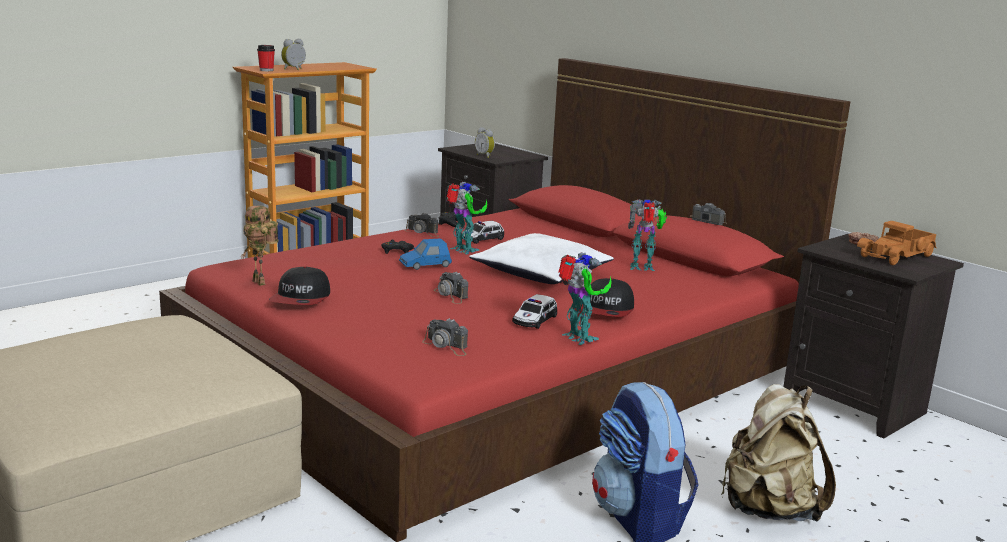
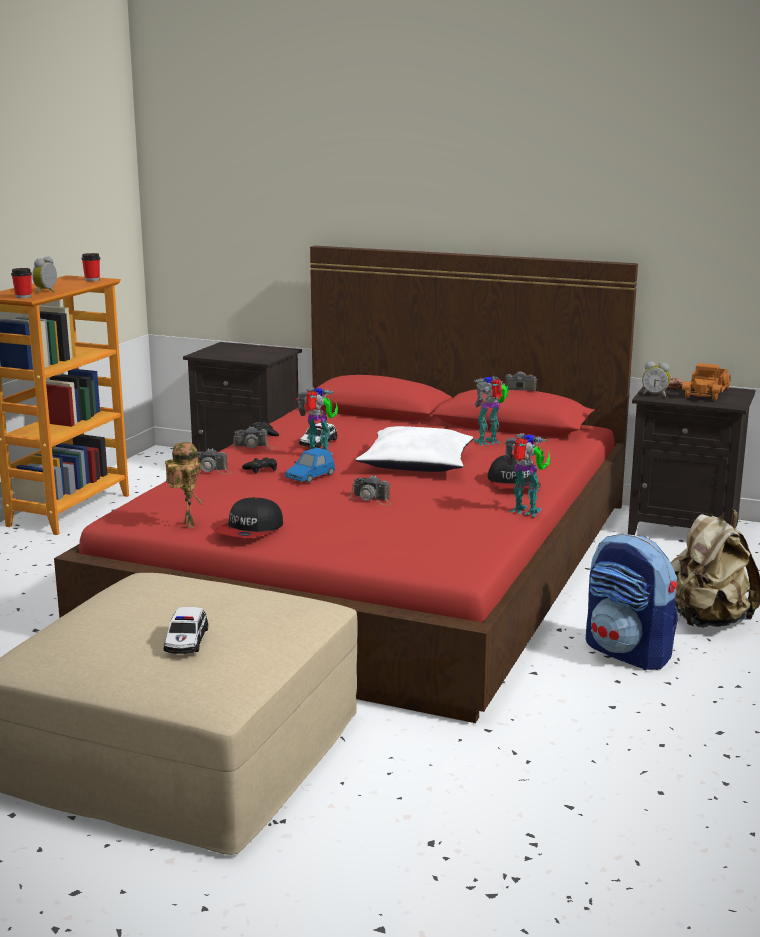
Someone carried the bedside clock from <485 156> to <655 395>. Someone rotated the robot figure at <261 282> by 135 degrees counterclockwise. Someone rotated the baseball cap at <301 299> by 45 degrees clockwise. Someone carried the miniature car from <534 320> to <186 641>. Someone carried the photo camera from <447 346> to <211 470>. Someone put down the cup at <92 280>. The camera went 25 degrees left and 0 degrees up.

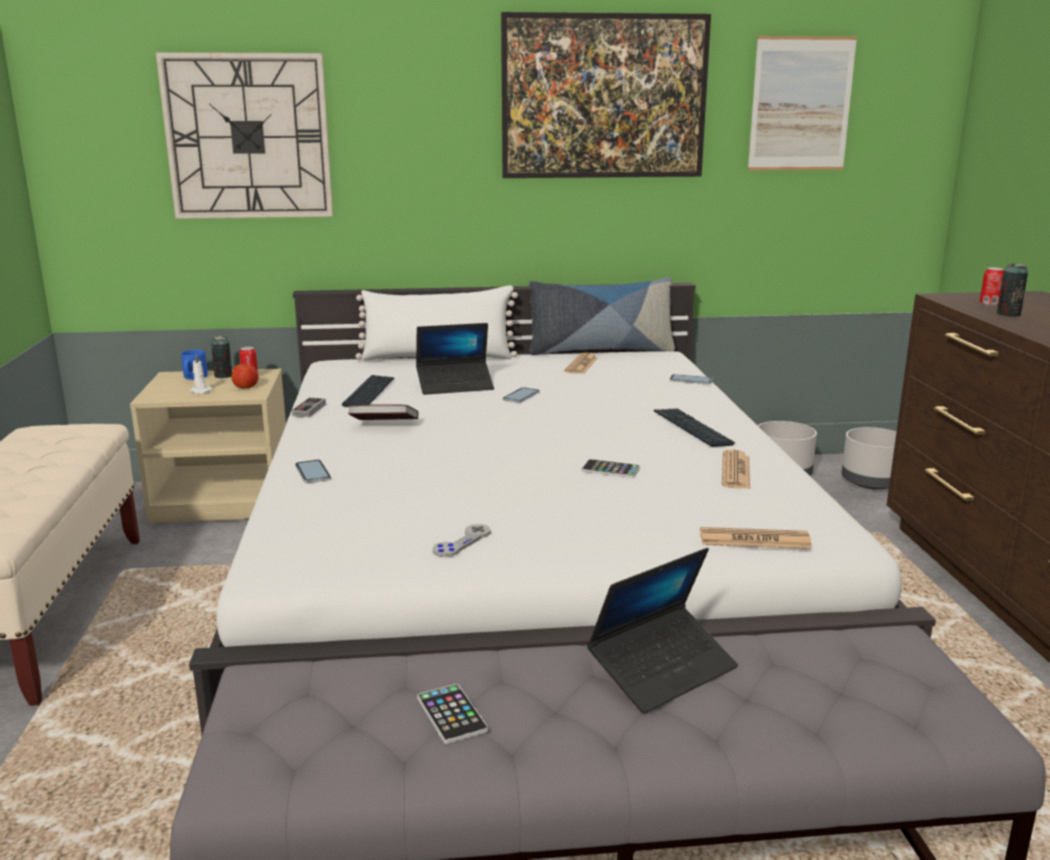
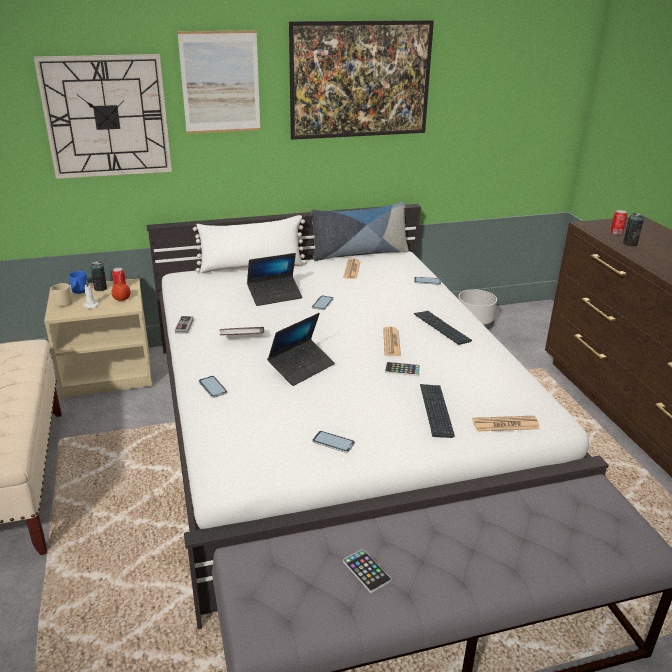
Someone carried the wall art from <801 104> to <220 82>. Someone carried the PC keyboard from <369 393> to <436 411>. Someone took away the greyish flower pot at <872 482>. Someone carried the printed paper from <735 471> to <391 342>. Someone swapped the greyish joypad at <462 542> for the phone at <333 442>. Someone carried the laptop from <662 670> to <301 367>. Someone put down the beige-coloured mug at <63 302>. The camera went 10 degrees left and 10 degrees up.

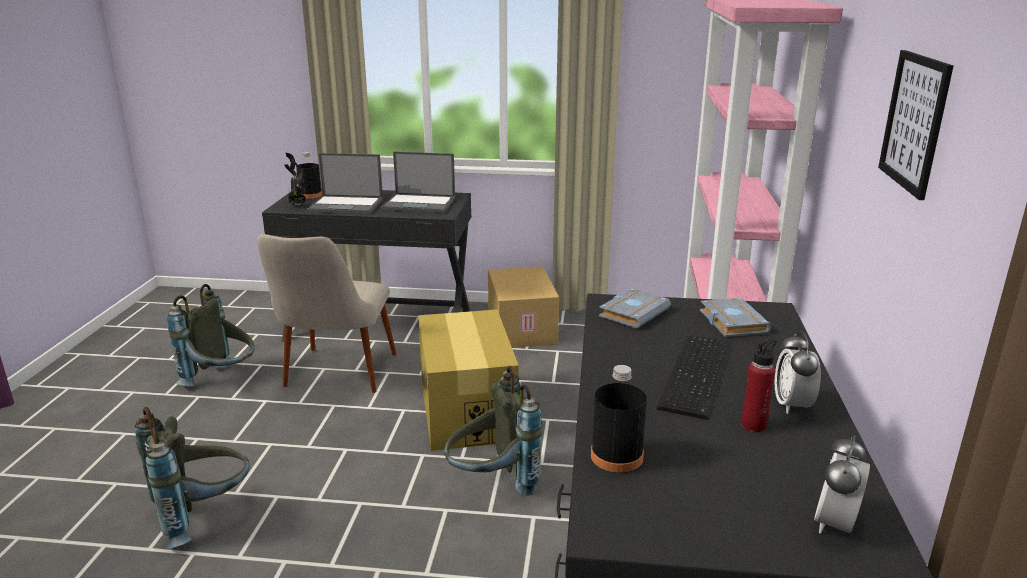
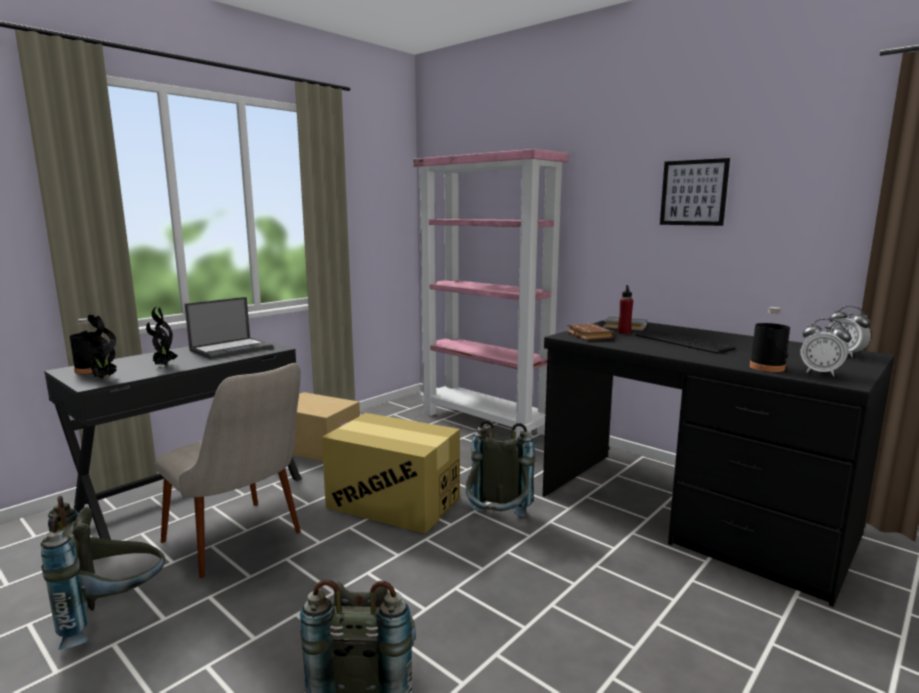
Someone swapped the laptop at <347 205> for the plant in a pot at <163 365>. Someone repainted the greyish volume at <633 312>, which became the brownish volume at <587 335>. Someone carried the bedside clock from <792 405> to <821 373>. Someone carried the reddish beverage bottle from <753 425> to <624 332>. The camera went 55 degrees left and 10 degrees down.

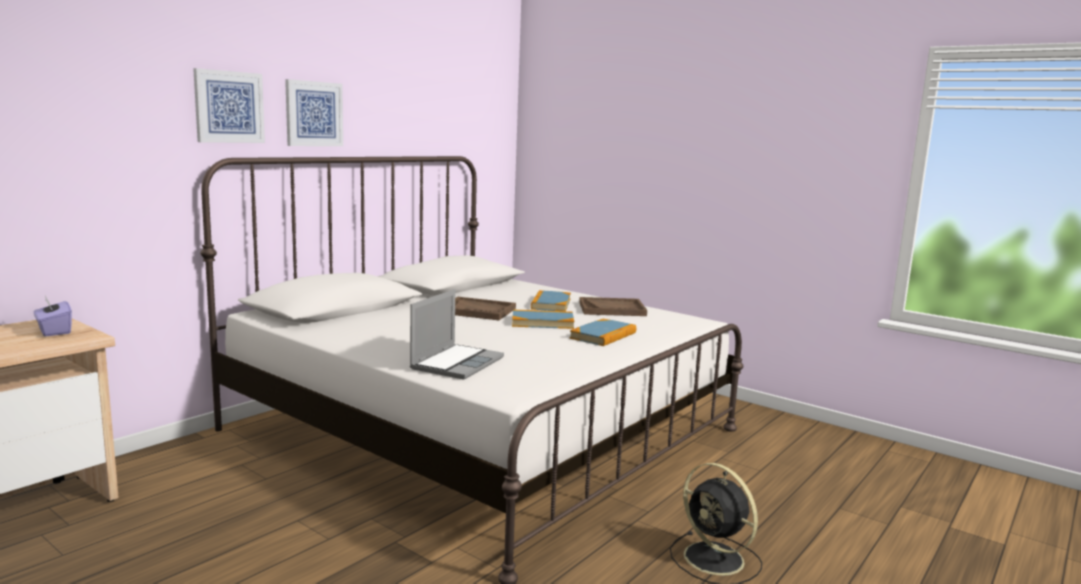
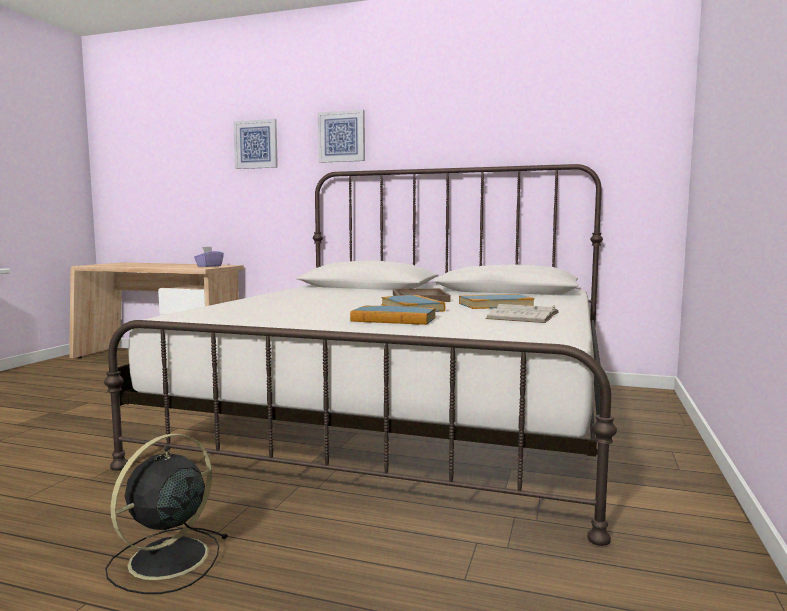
Someone carried the wall art from <314 114> to <256 144>. Someone took away the laptop at <457 363>. Someone swapped the brownish carrying tray at <612 309> for the whitish volume at <523 315>. The camera went 70 degrees right and 5 degrees down.

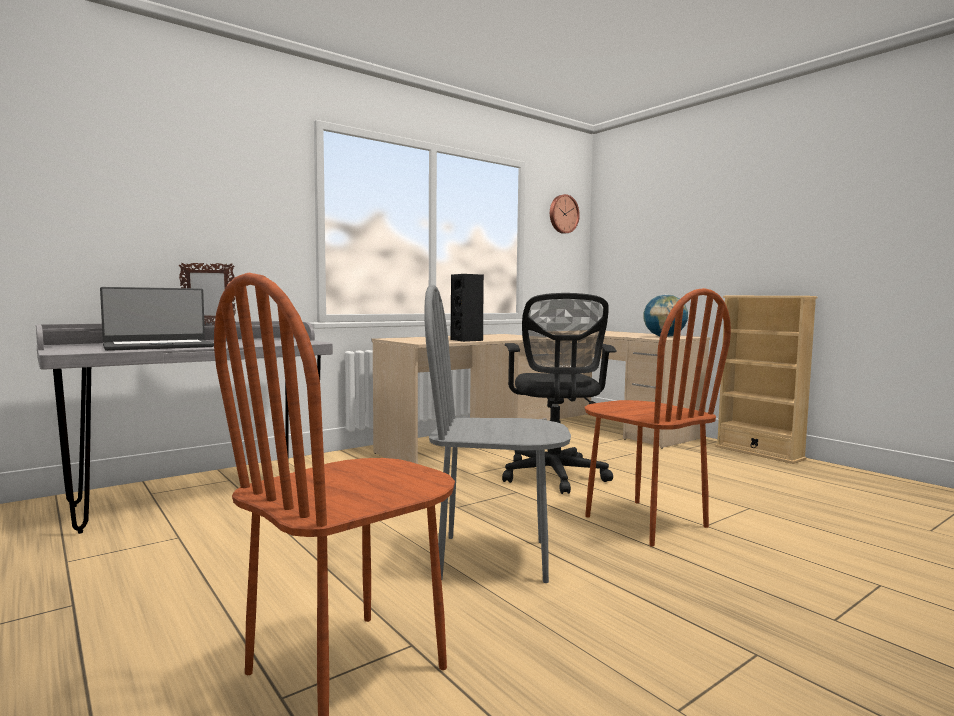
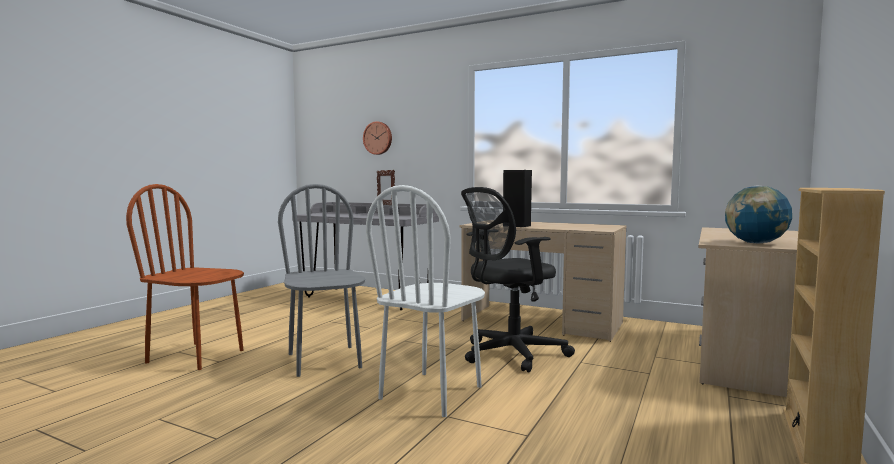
Someone carried the hanging clock from <563 214> to <378 138>. Someone took away the laptop at <158 346>. Someone repainted the brownish upright chair at <644 522>, which became the whitish upright chair at <432 393>. The camera went 65 degrees right and 0 degrees up.

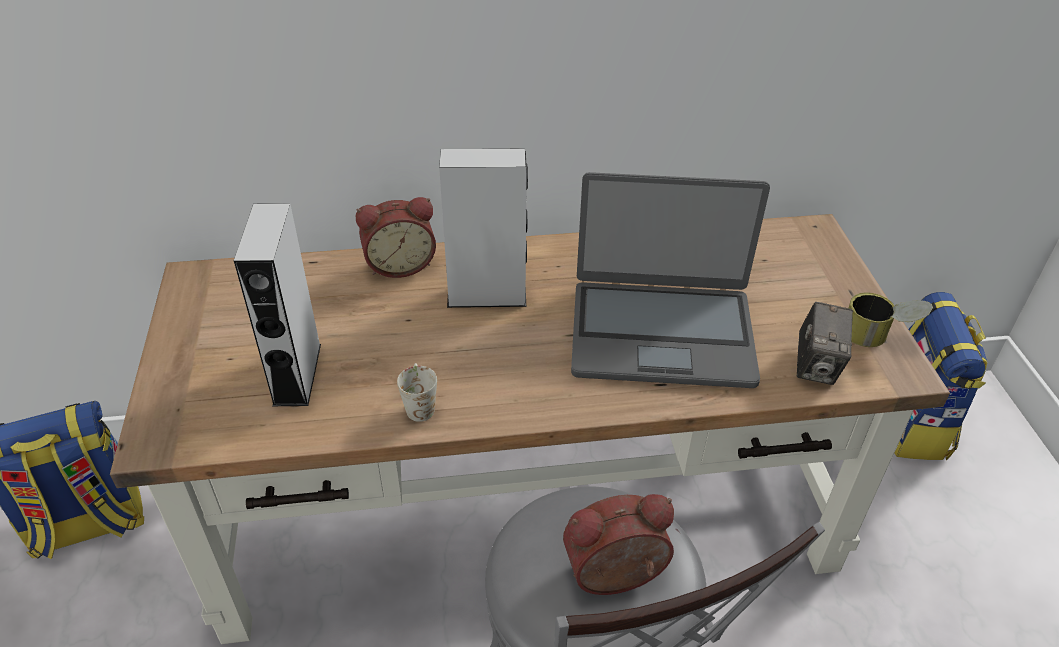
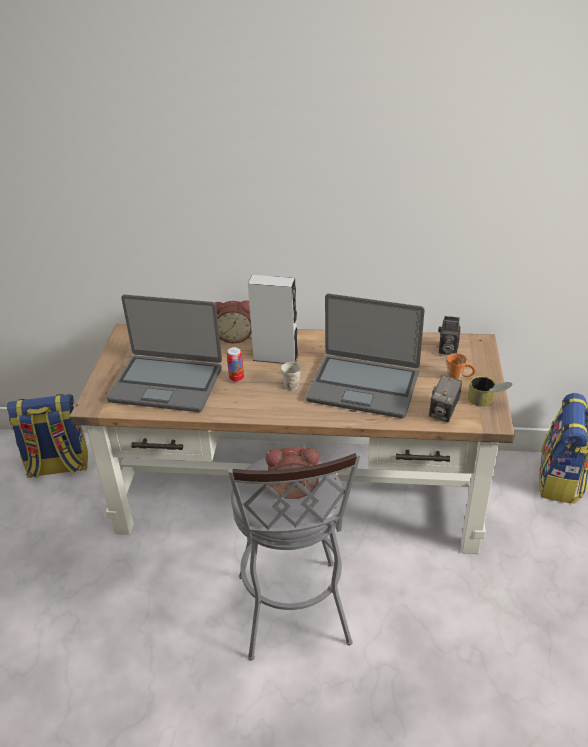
Someone swapped the greyish loudspeaker at <297 374> for the laptop at <167 383>. Someone carried the whitish mug from <419 404> to <291 383>. Someone put down the photo camera at <446 350>. Someone put down the sealed can at <236 378>. Someone put down the orange-coloured mug at <459 378>. The camera went 15 degrees right and 5 degrees down.

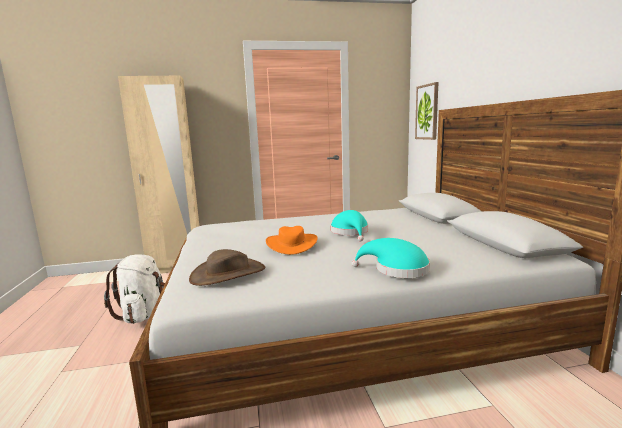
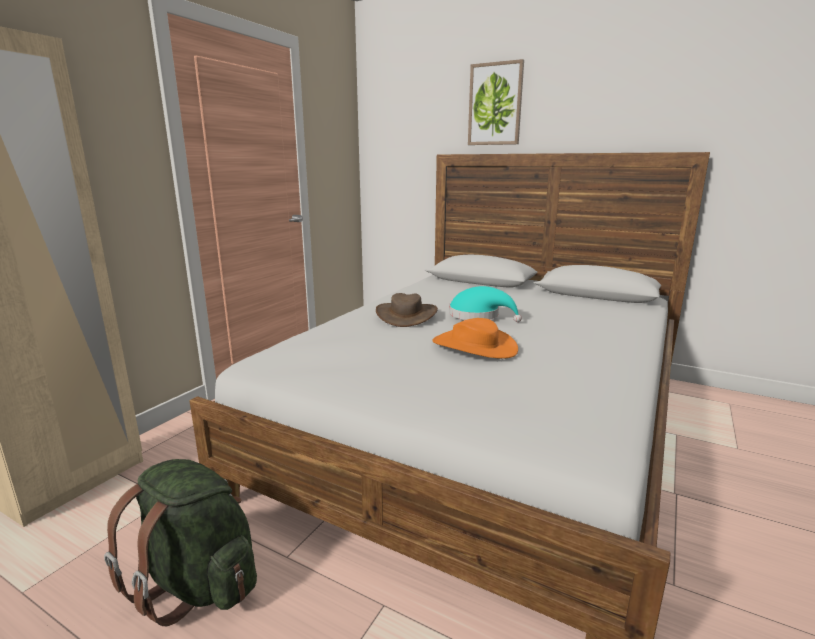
Someone carried the wall art from <427 112> to <495 104>. Someone took away the blue-green hat at <397 269>. Someone carried the brownish hat from <228 274> to <407 315>. Someone repainted the whitish rucksack at <143 314>, which became the greenish rucksack at <198 583>. The camera went 50 degrees left and 5 degrees up.

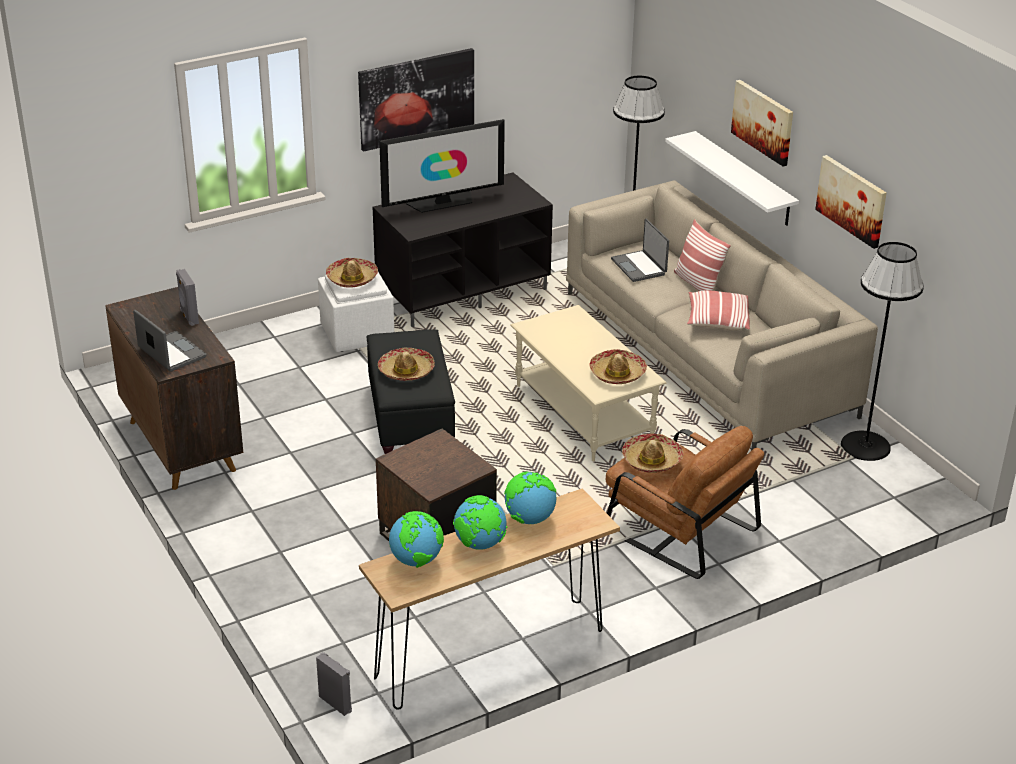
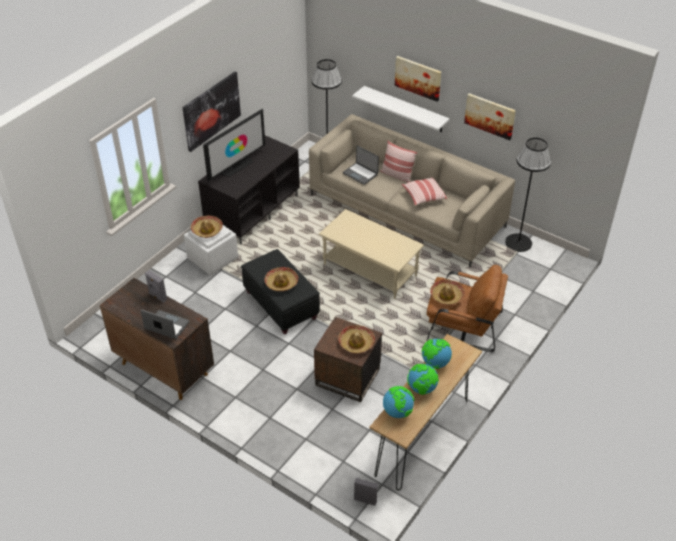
Someone carried the hat from <617 373> to <356 342>. The camera went 25 degrees left and 10 degrees up.

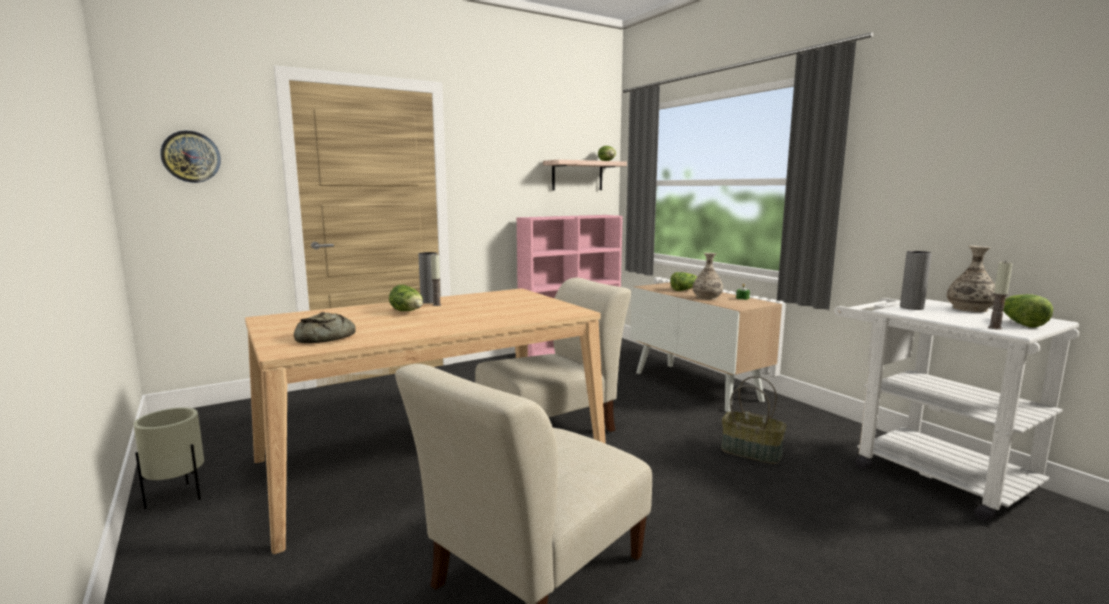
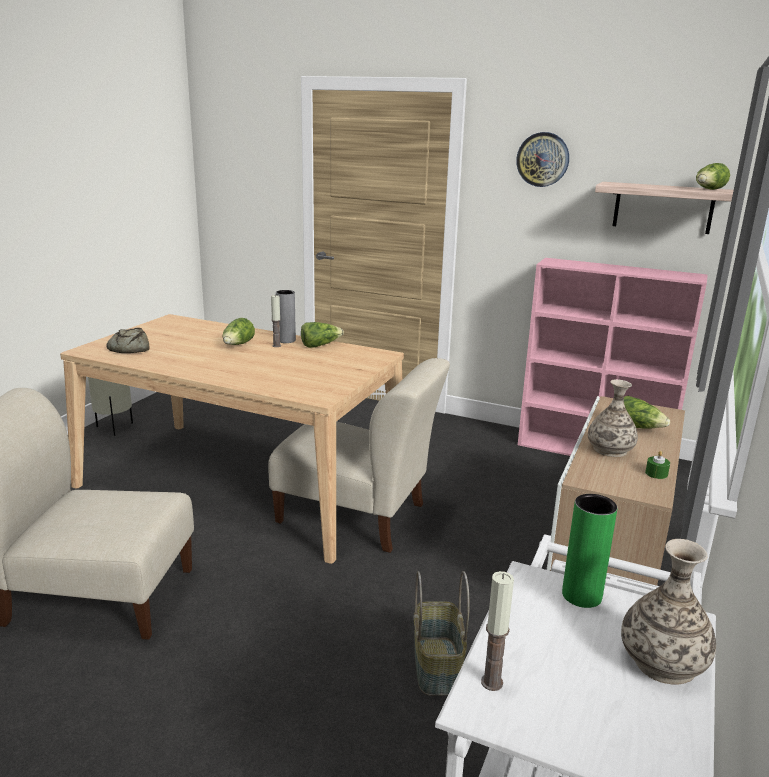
Someone carried the hanging clock from <191 157> to <542 159>. Someone repainted the greyish flower vase at <911 308>, which became the greenish flower vase at <581 595>. Someone carried the lettuce head from <1020 323> to <320 345>. The camera went 55 degrees right and 10 degrees up.

